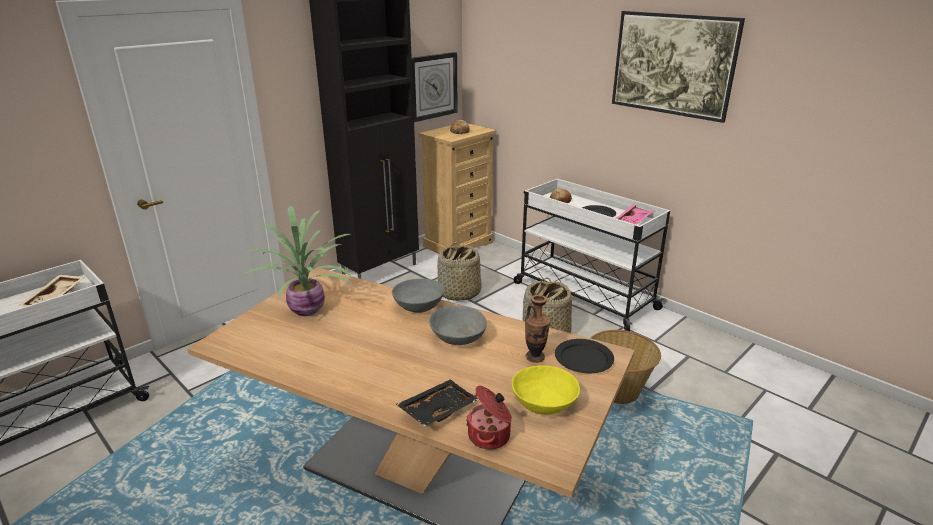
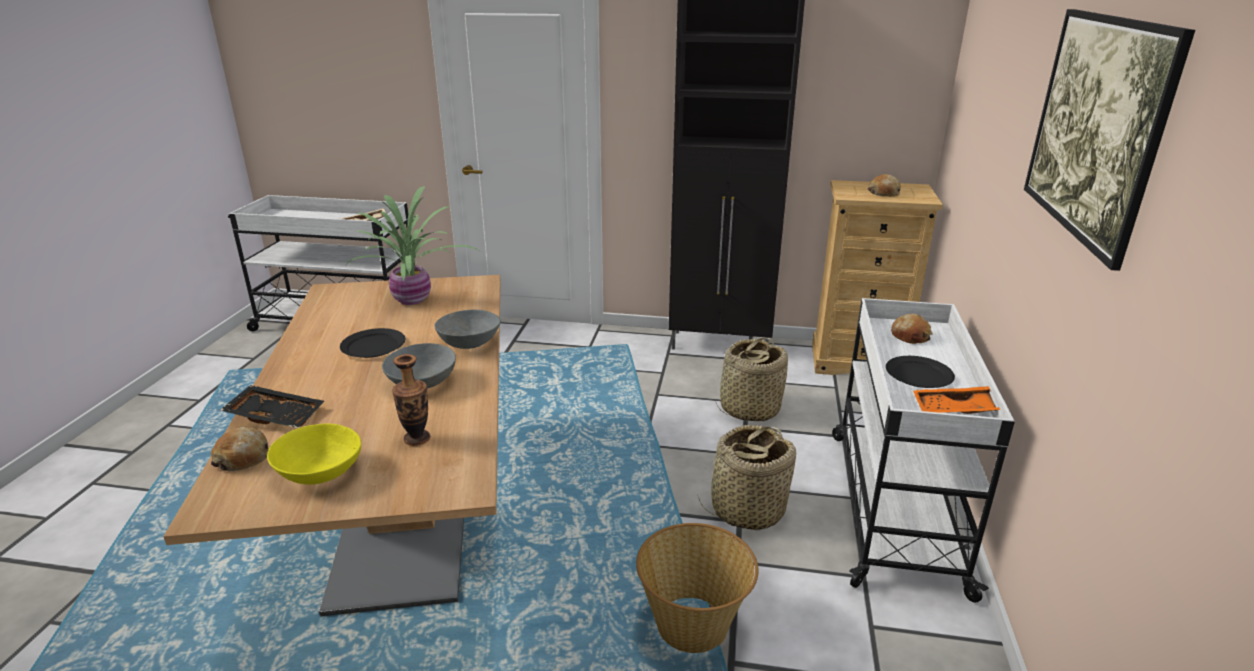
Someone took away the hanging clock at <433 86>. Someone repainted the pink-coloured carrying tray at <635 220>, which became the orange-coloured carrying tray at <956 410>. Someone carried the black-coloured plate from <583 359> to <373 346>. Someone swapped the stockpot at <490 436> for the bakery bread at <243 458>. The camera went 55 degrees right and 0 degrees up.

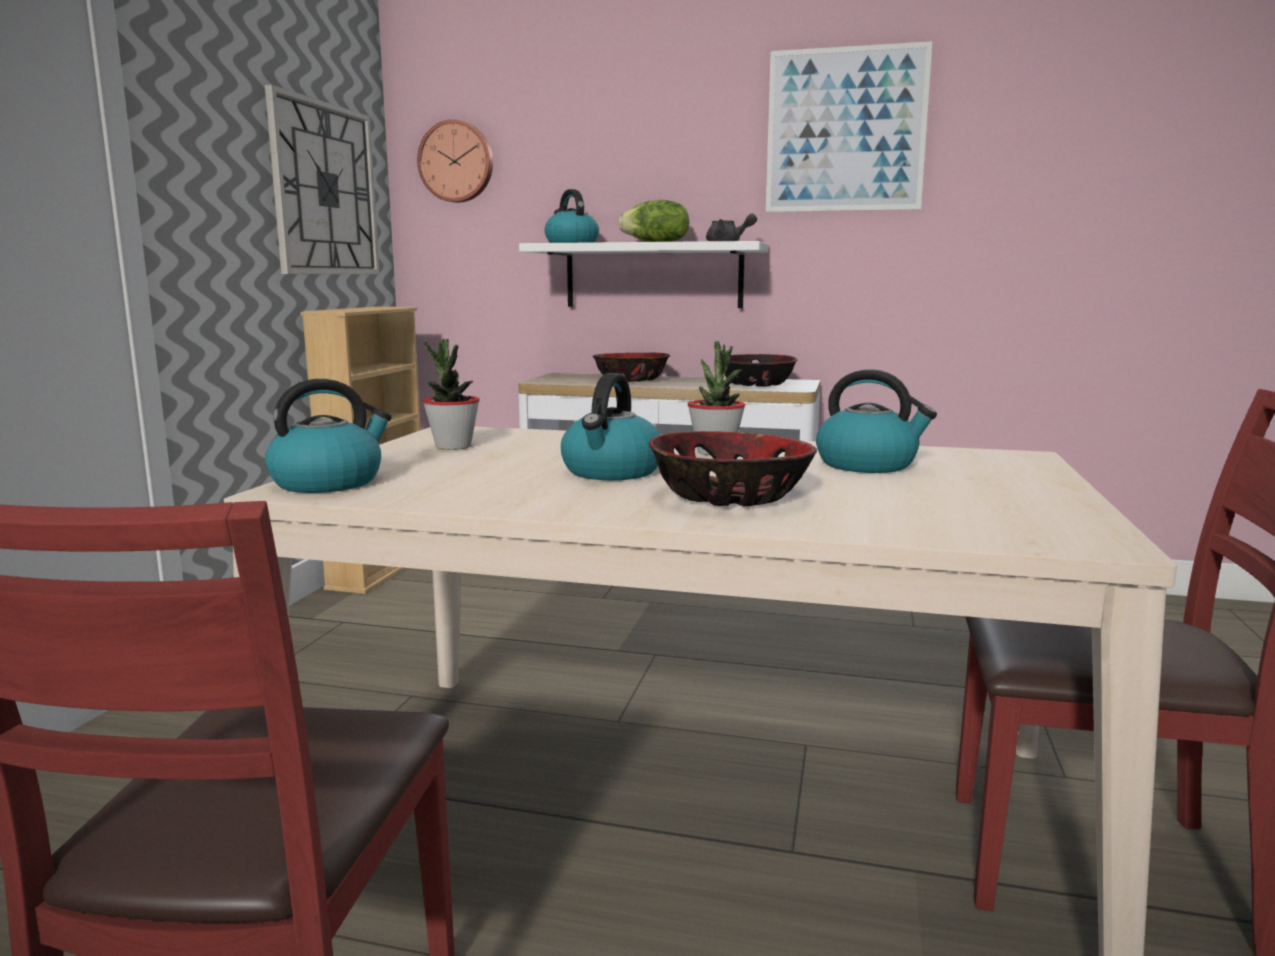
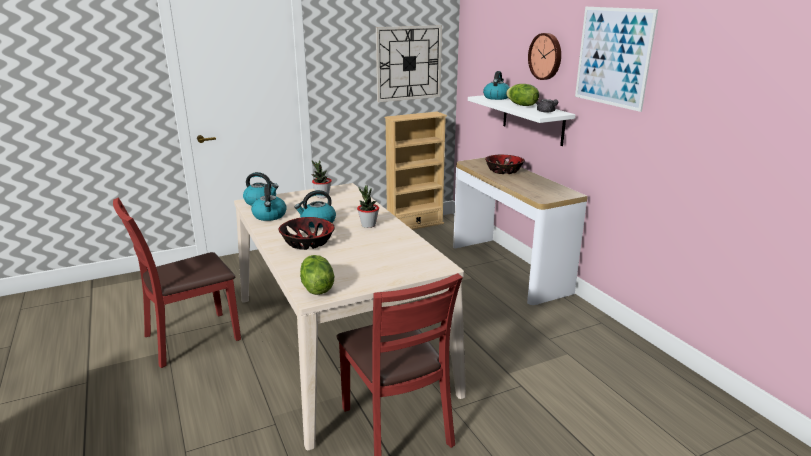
Someone carried the hanging clock from <457 162> to <546 56>. Someone took away the deep dish at <756 384>. Someone carried the water kettle from <868 465> to <270 216>. Someone put down the lettuce head at <316 288>. The camera went 50 degrees right and 10 degrees up.

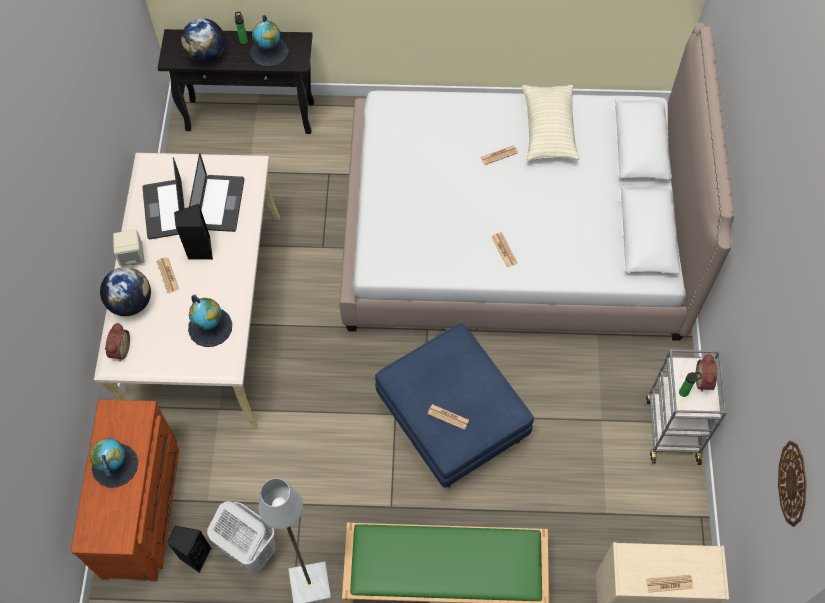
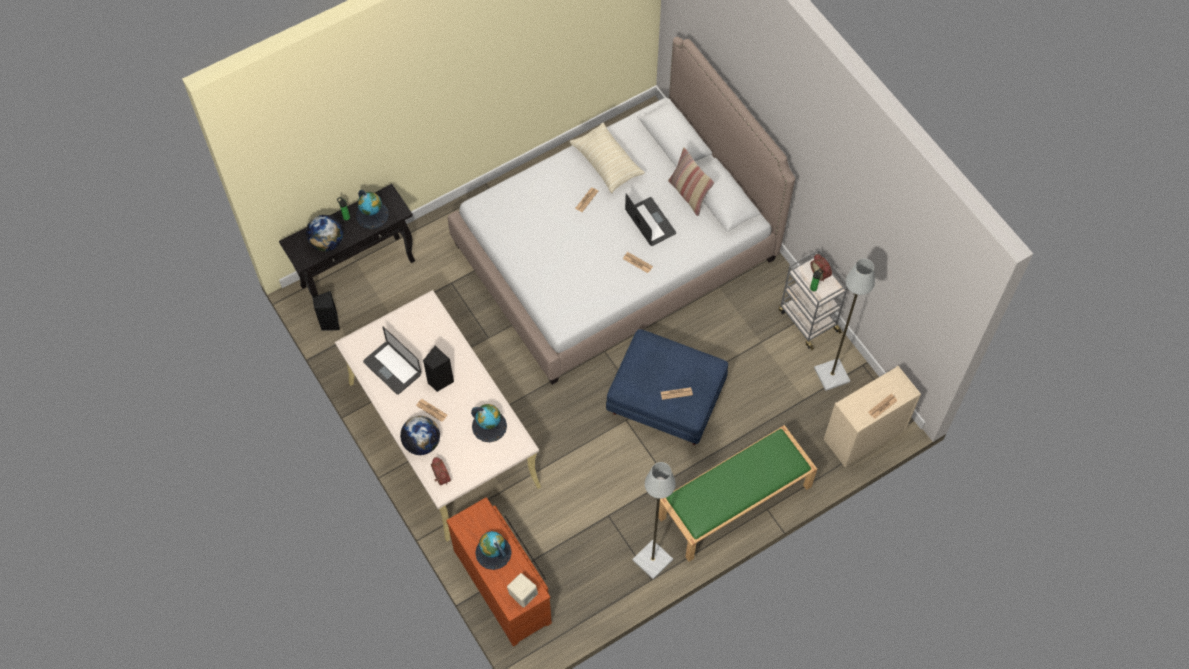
Someone carried the laptop from <220 204> to <650 222>. Someone carried the beige-coloured loudspeaker from <133 256> to <523 594>. Someone took away the hanging clock at <793 483>. Someone took away the whitish laundry basket at <250 551>. Someone carried the black-coloured loudspeaker from <195 555> to <329 323>. Someone put down the cushion at <689 194>. Someone put down the greyish standard lamp at <831 375>. The camera went 35 degrees left and 0 degrees up.

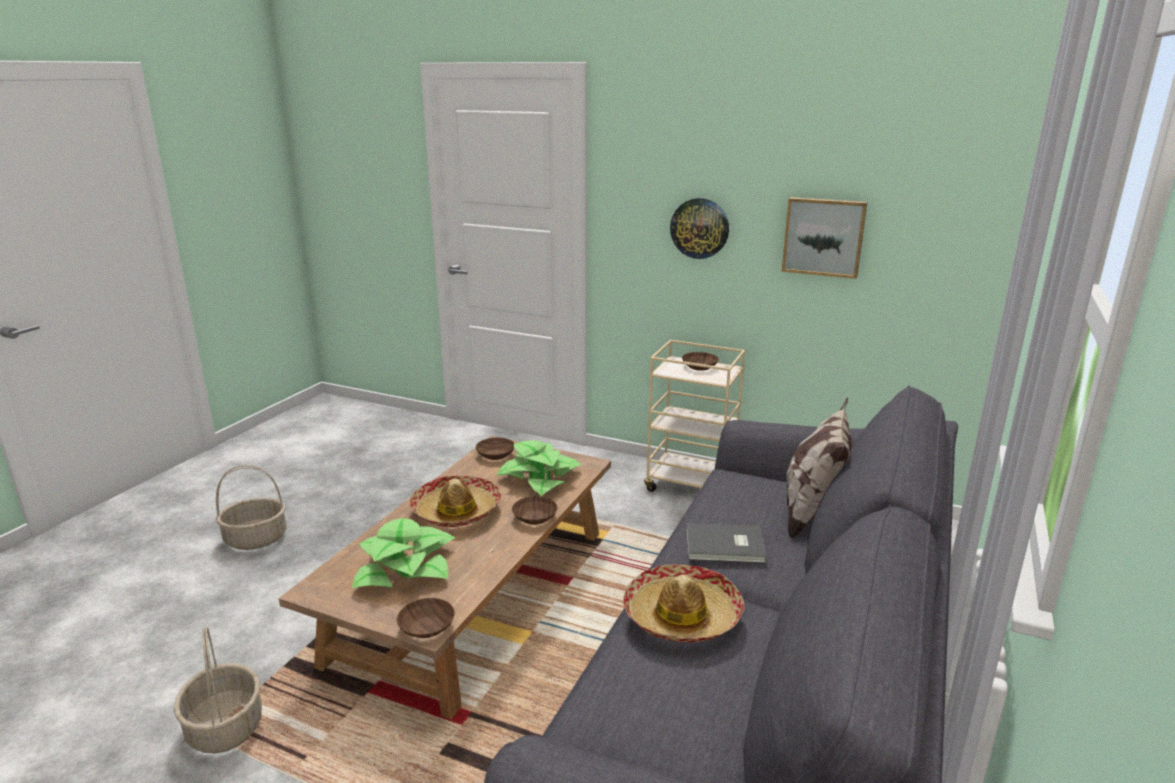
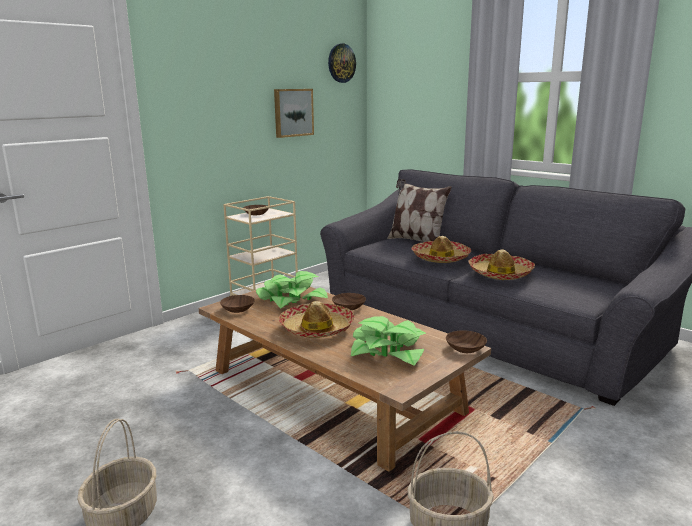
Someone carried the hanging clock from <699 228> to <341 63>. Someone swapped the greyish volume at <726 547> for the hat at <441 258>. The camera went 70 degrees left and 5 degrees down.

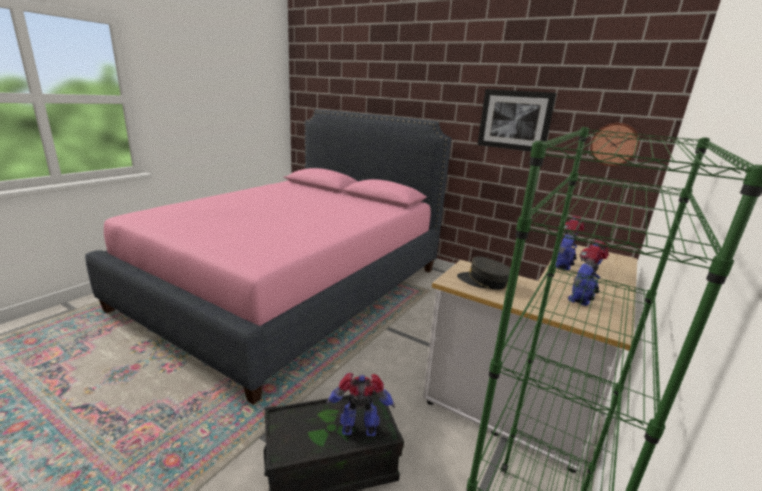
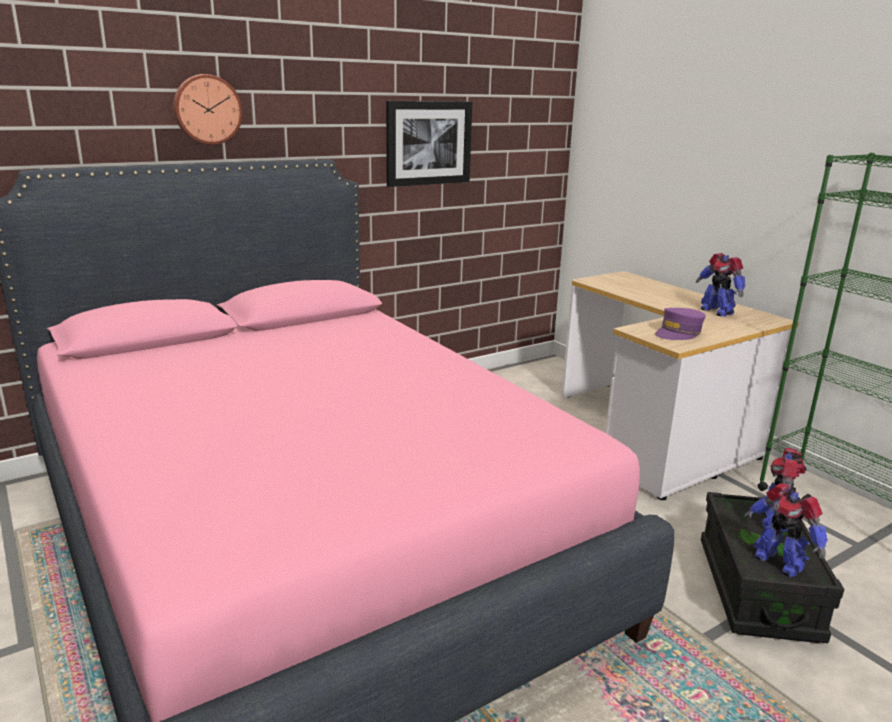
Someone carried the hanging clock from <614 144> to <207 109>. Someone carried the robot figure from <563 265> to <778 562>. Someone repainted the greyish baseball cap at <483 281>, which became the purple-coloured baseball cap at <678 333>. The camera went 65 degrees left and 0 degrees up.

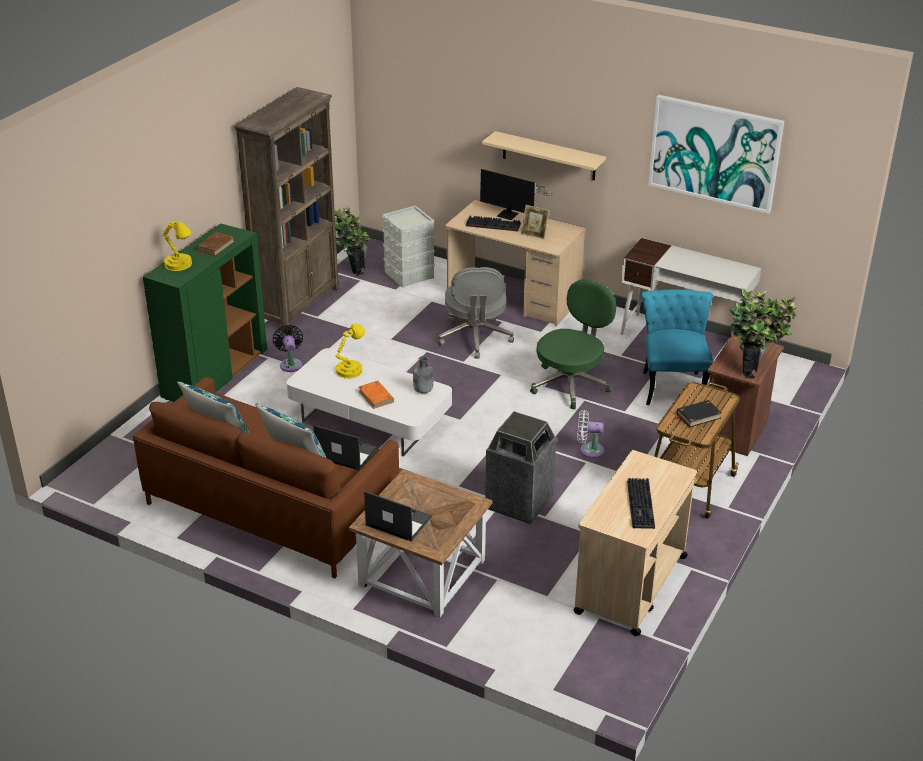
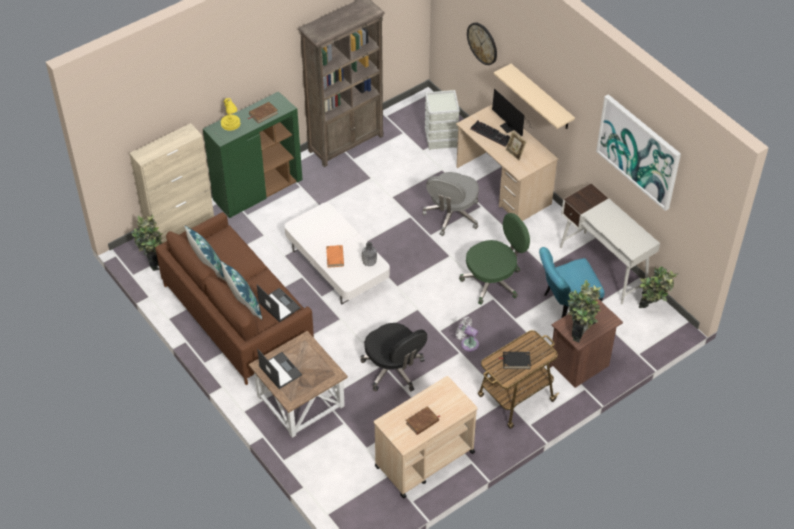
Someone carried the plant in a pot from <352 269> to <153 261>. Someone rotated the blue-green upright chair at <672 384> by 135 degrees counterclockwise. Someone took away the yellow table lamp at <350 370>. Someone took away the black-coloured electric fan at <290 364>. Someone swapped the trash can at <519 503> for the black-coloured office chair at <394 370>. Someone swapped the PC keyboard at <642 505> for the brownish volume at <422 422>. Someone put up the hanging clock at <482 43>. Someone put down the beige-coloured cabinet at <180 225>. The camera went 25 degrees right and 15 degrees up.

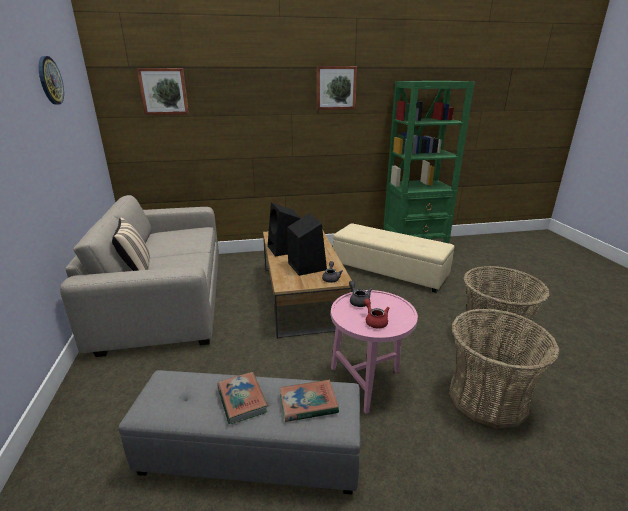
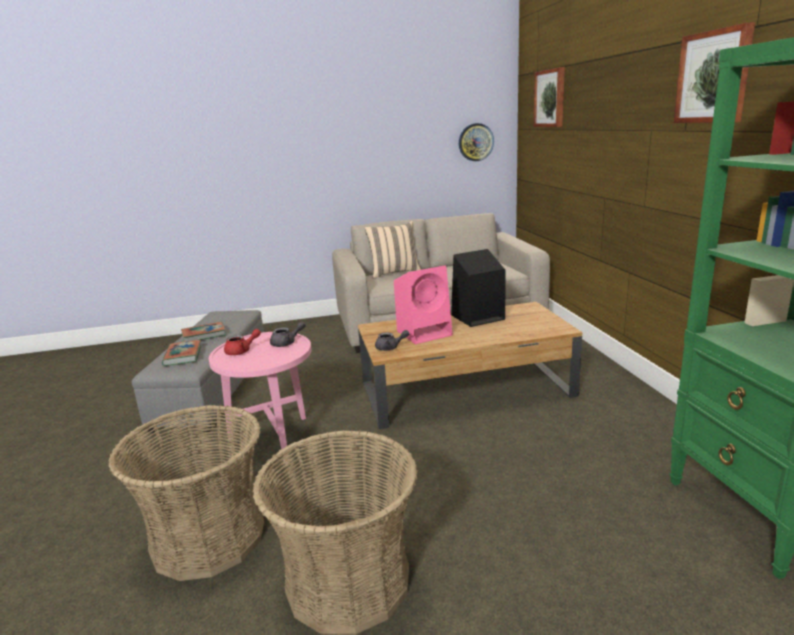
Someone carried the hanging clock from <50 80> to <475 142>. Someone repainted the black-coloured loudspeaker at <306 266>, which became the pink-coloured loudspeaker at <425 332>. Someone took away the beige-coloured footrest at <389 271>. The camera went 90 degrees right and 5 degrees down.

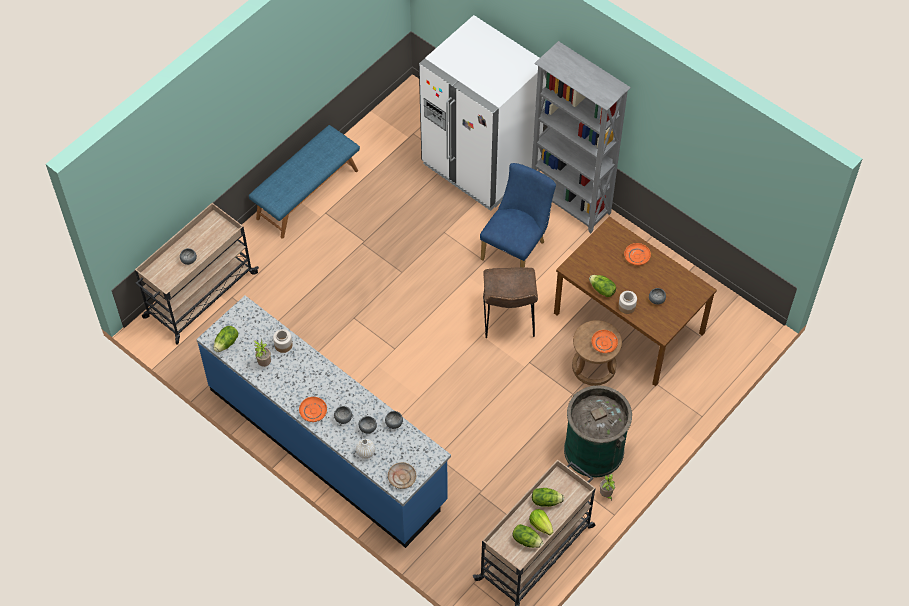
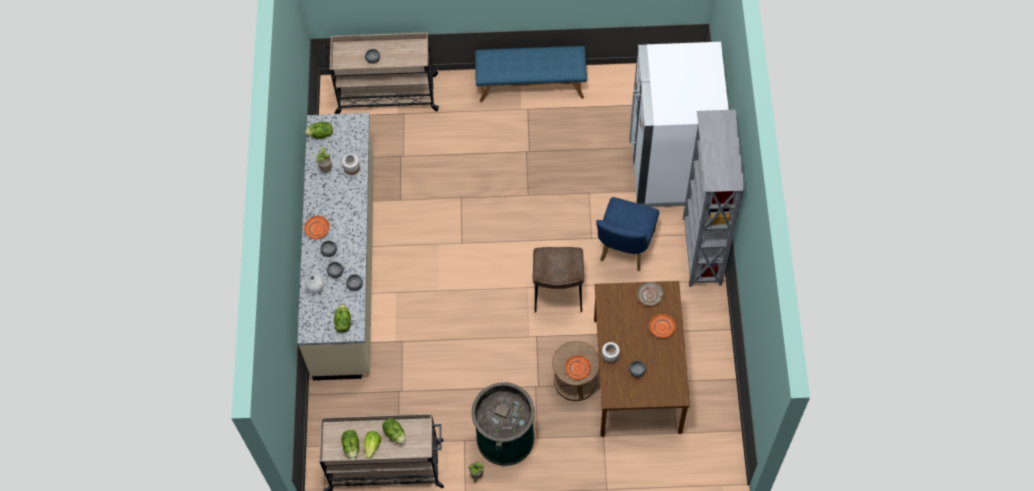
Someone rotated the blue-coloured upright chair at <516 248> by 120 degrees clockwise. Someone rotated the brownish upright chair at <509 320> by 45 degrees counterclockwise. Someone carried the lettuce head from <602 290> to <343 322>. Someone repainted the blue-coloured kitchen counter at <327 444>, which became the beige-coloured kitchen counter at <346 266>. Someone carried the beige-coloured plate from <402 477> to <650 295>. The camera went 50 degrees right and 5 degrees up.

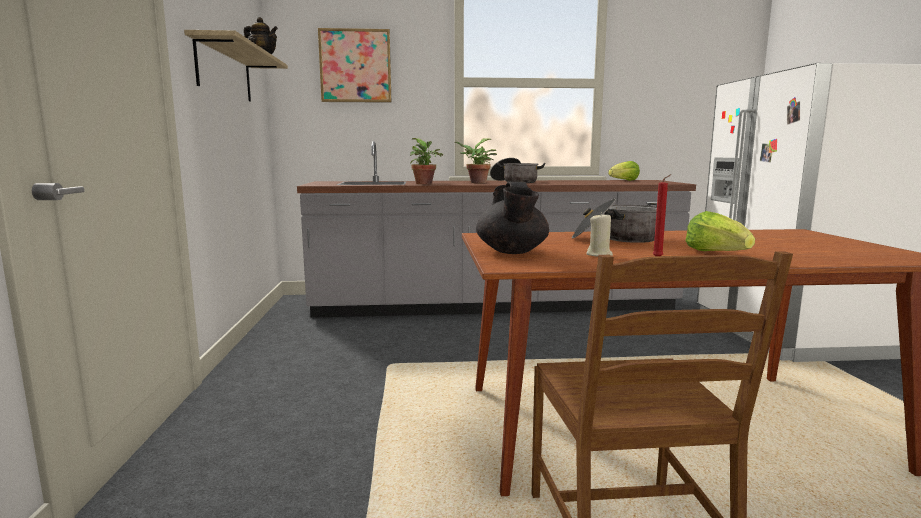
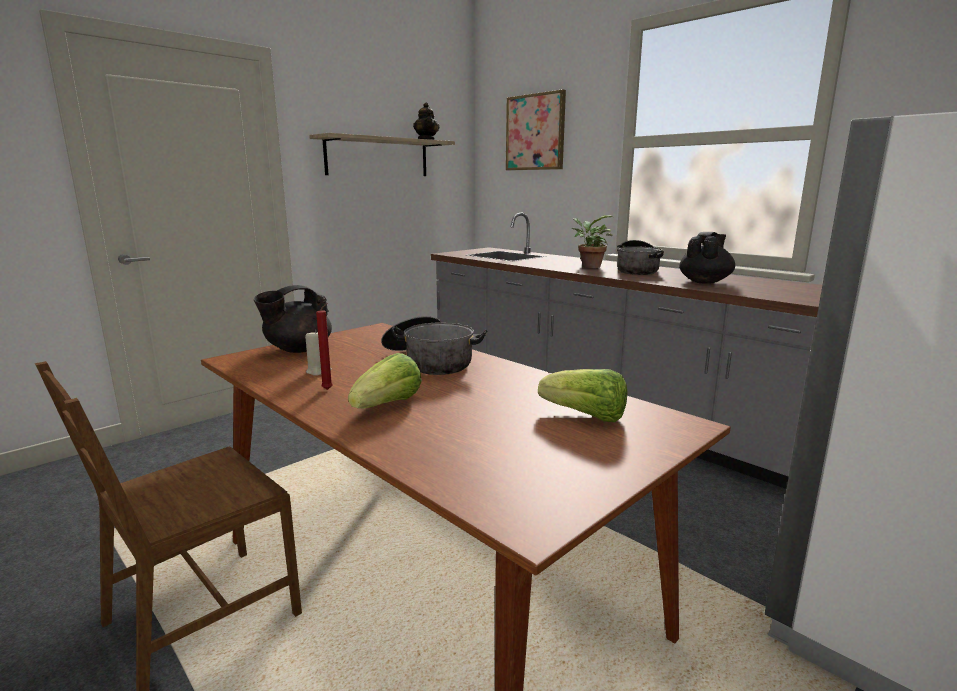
Someone took away the plant in a pot at <425 184>. Someone carried the lettuce head from <624 180> to <585 416>. Someone put down the black-coloured teapot at <705 282>. The camera went 50 degrees right and 5 degrees up.

